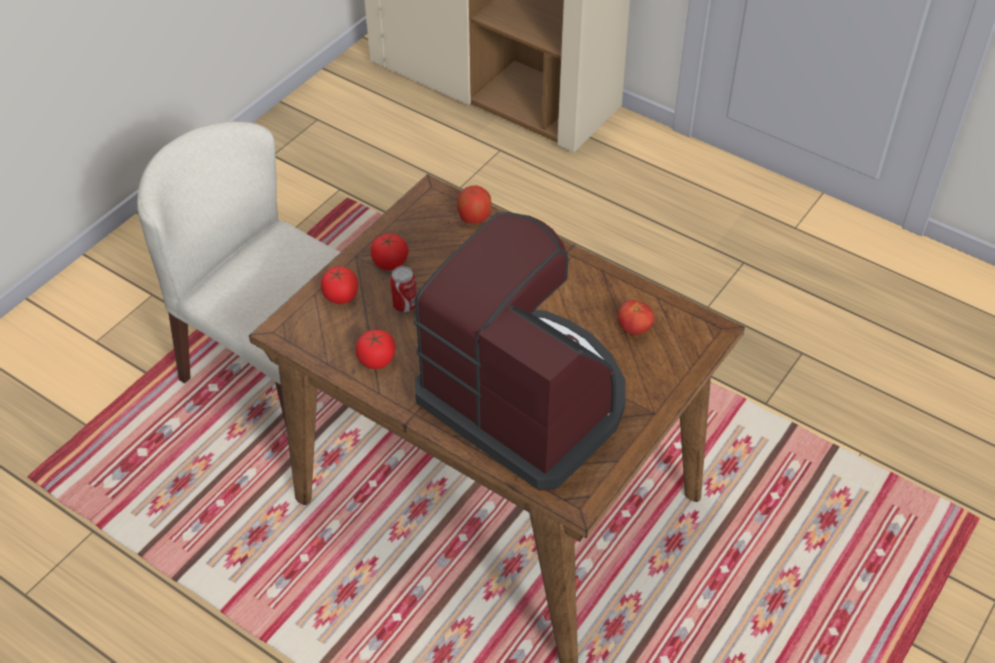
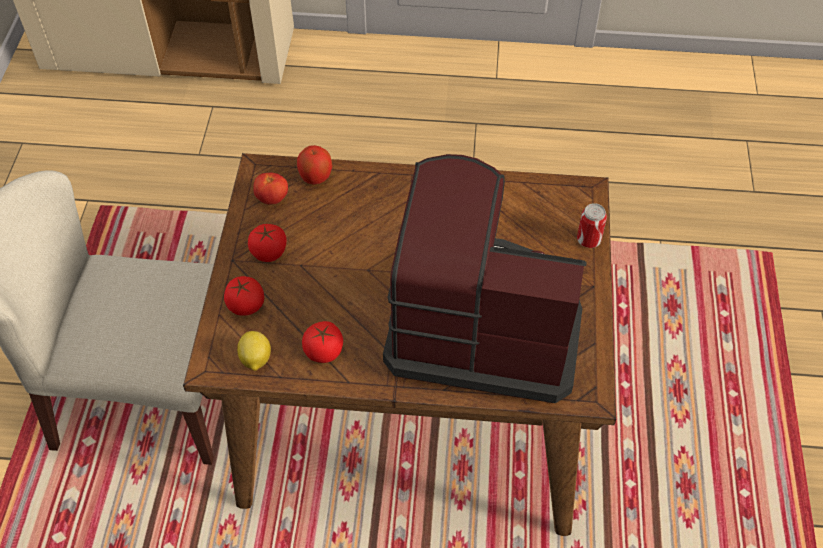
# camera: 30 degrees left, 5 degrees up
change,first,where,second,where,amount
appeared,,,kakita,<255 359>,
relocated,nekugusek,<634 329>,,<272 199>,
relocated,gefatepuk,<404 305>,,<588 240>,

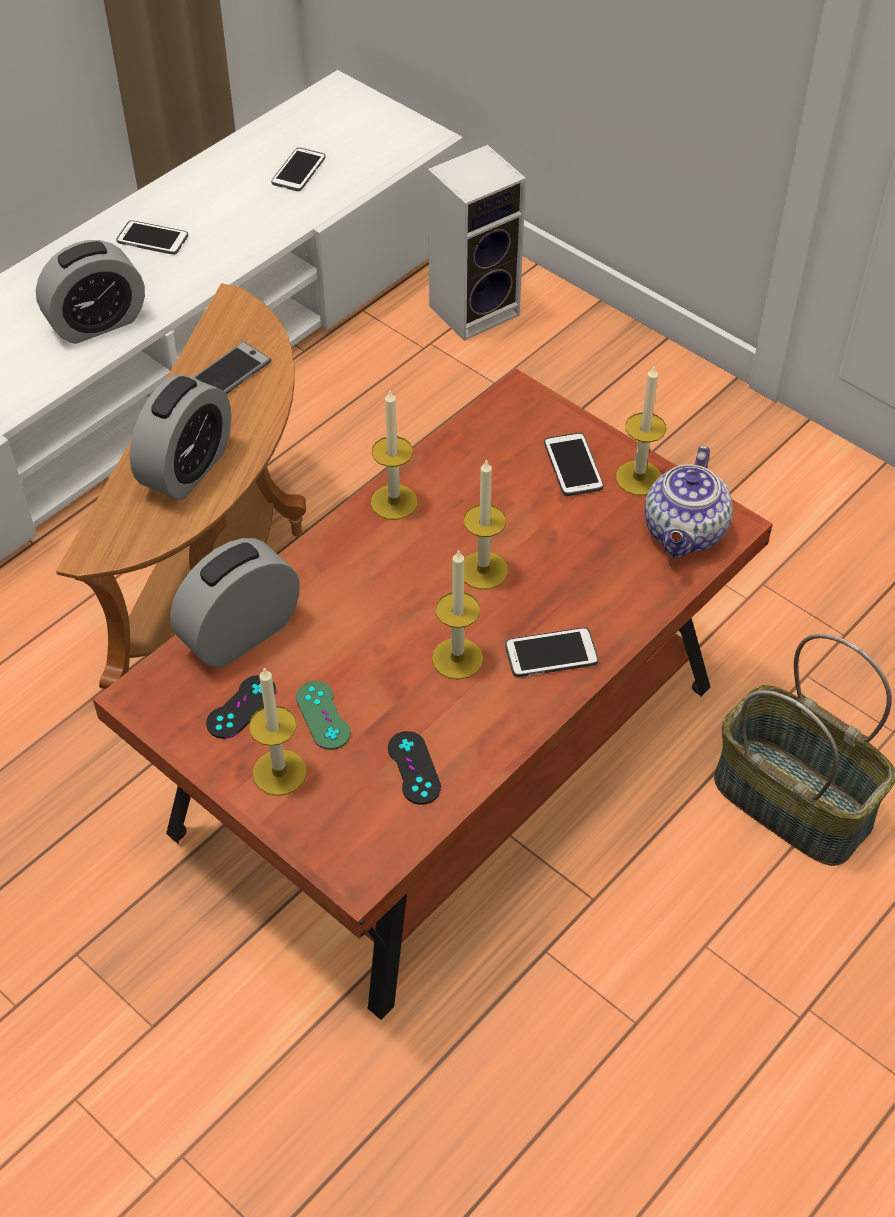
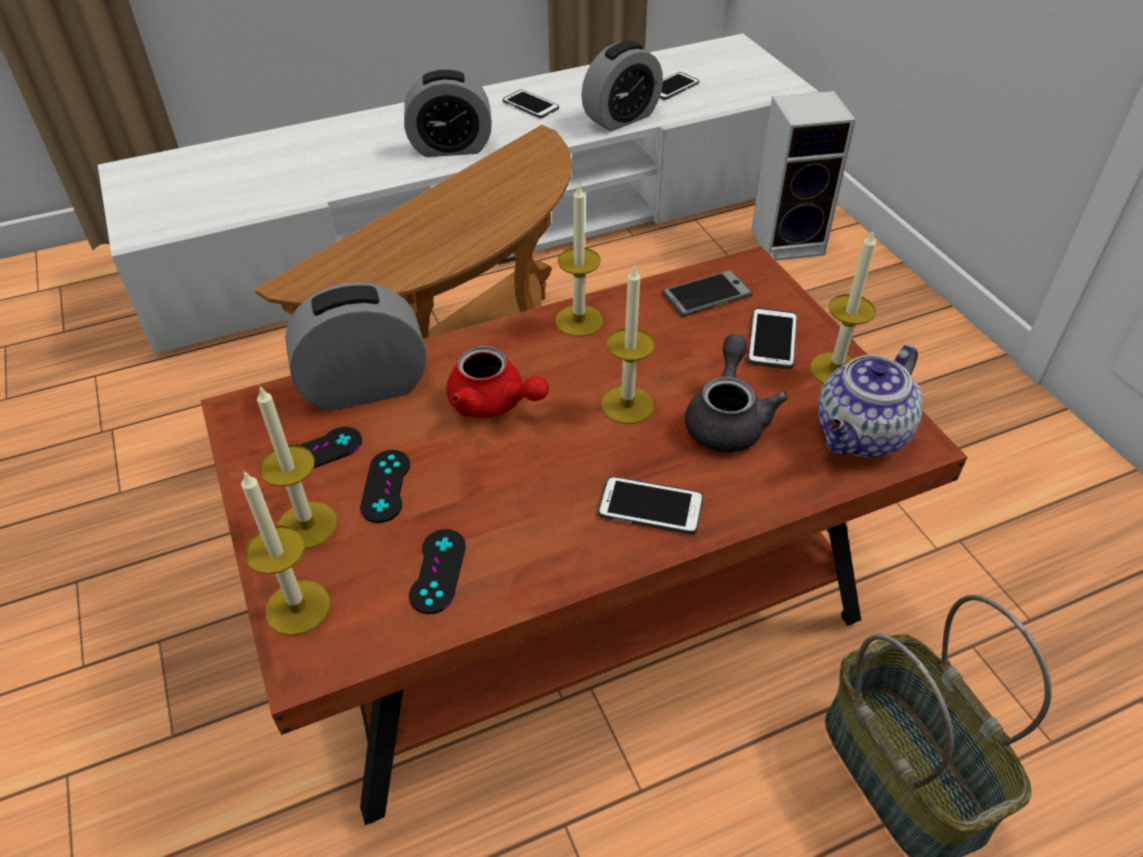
# camera: 25 degrees right, 5 degrees down
change,first,where,second,where,amount
relocated,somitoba,<457 658>,,<298 607>,
colour,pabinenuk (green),<323 715>,pabinenuk (black),<386 486>,
appeared,,,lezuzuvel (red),<494 403>,
relocated,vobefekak,<187 469>,,<621 118>,
relocated,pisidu,<230 372>,,<706 295>,
appeared,,,lezuzuvel (grey),<727 419>,

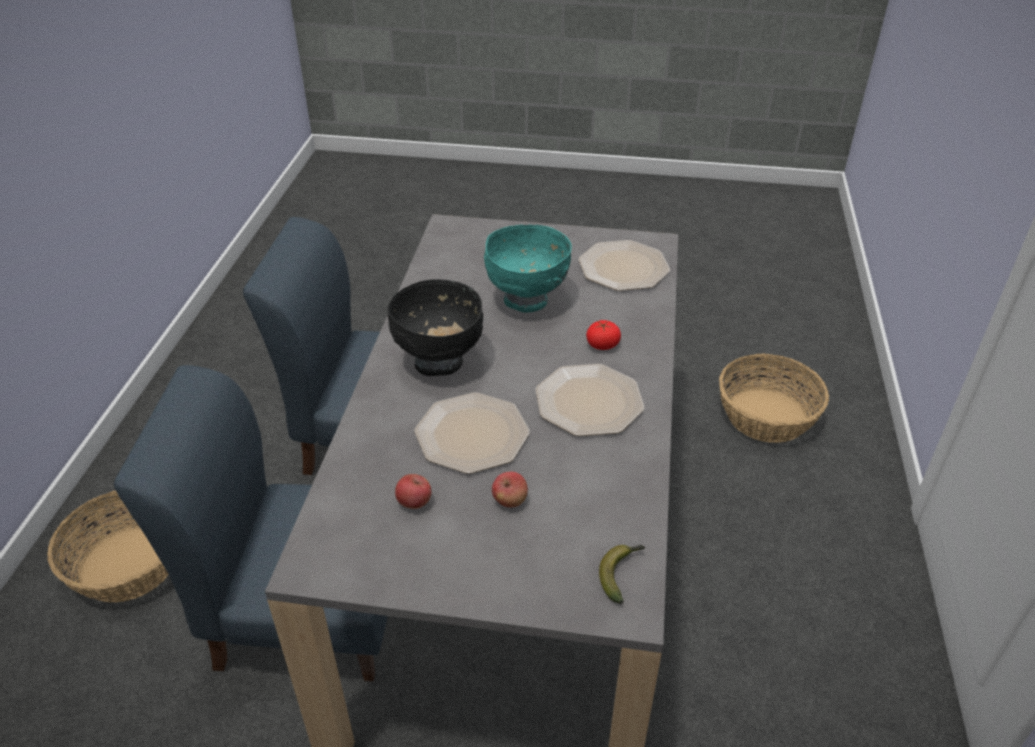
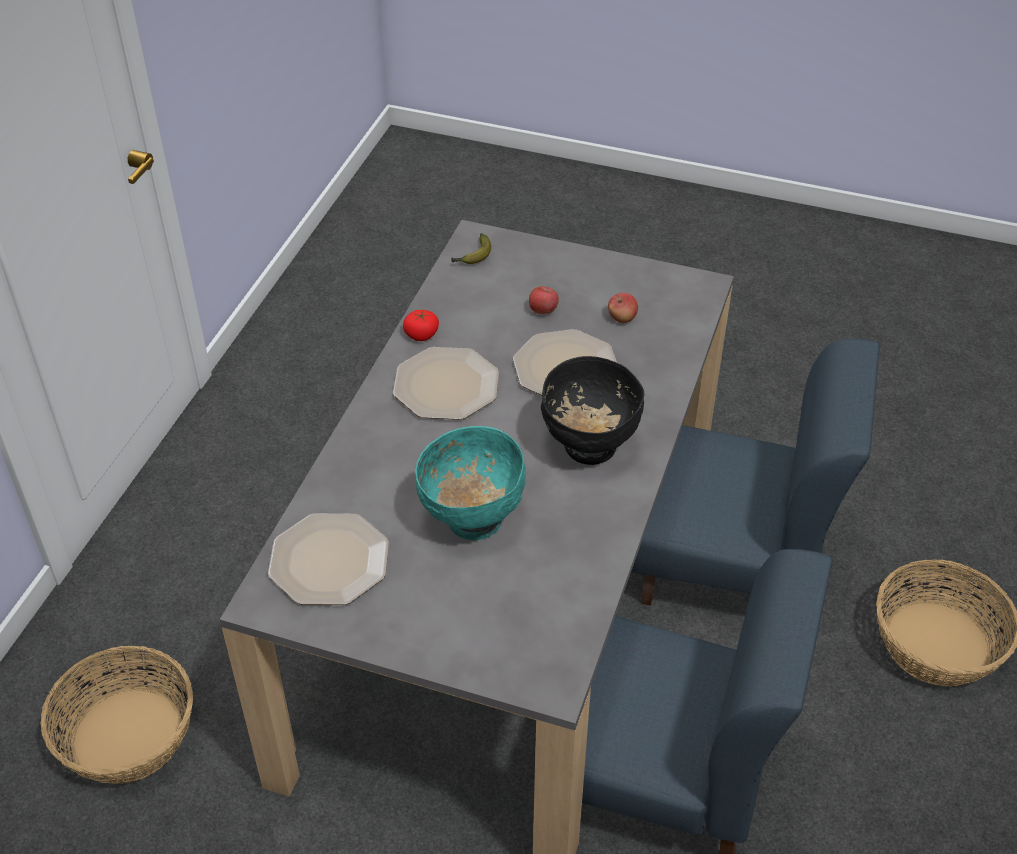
# camera: 170 degrees left, 5 degrees up
change,first,where,second,where,amount
relocated,nekugusek,<602 345>,,<421 334>,

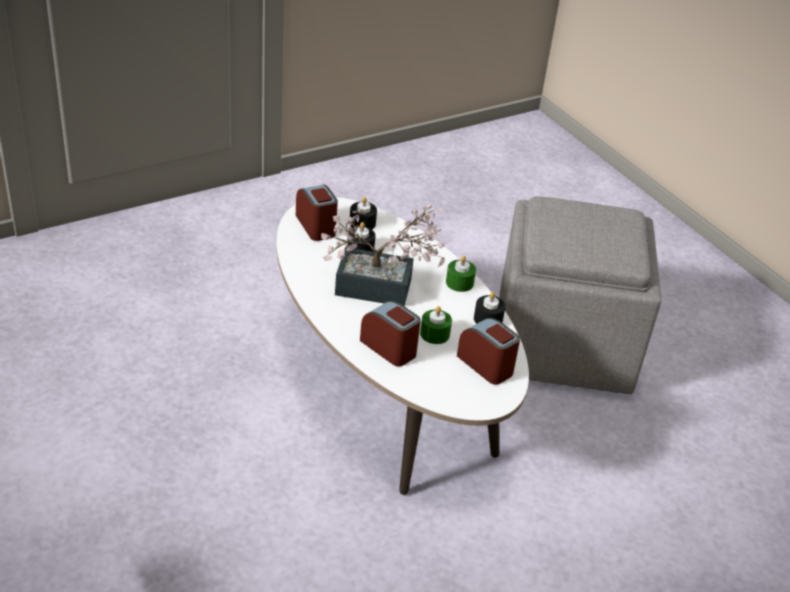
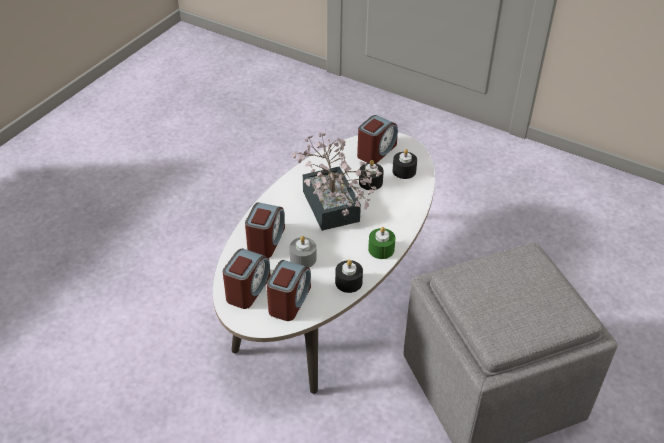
# camera: 65 degrees right, 5 degrees up
change,first,where,second,where,amount
appeared,,,vobefekak,<248 289>,
colour,somitoba (green),<435 334>,somitoba (grey),<303 258>,

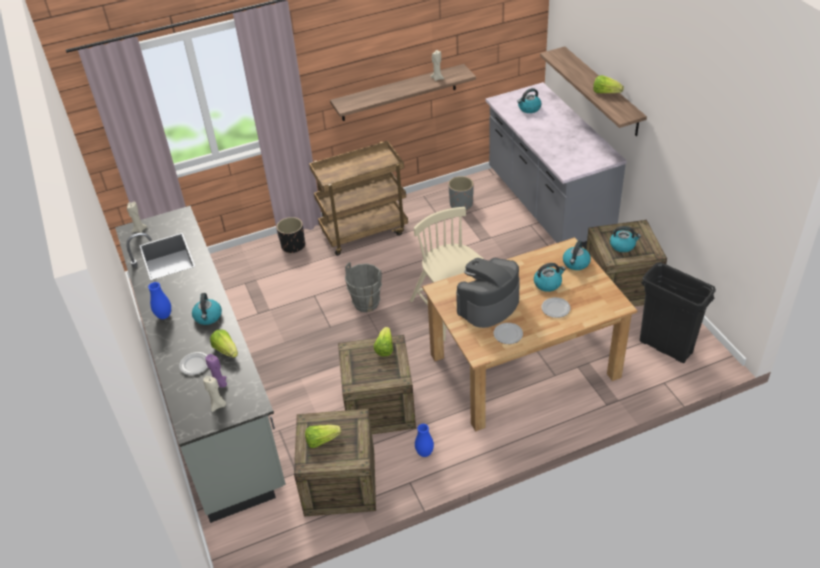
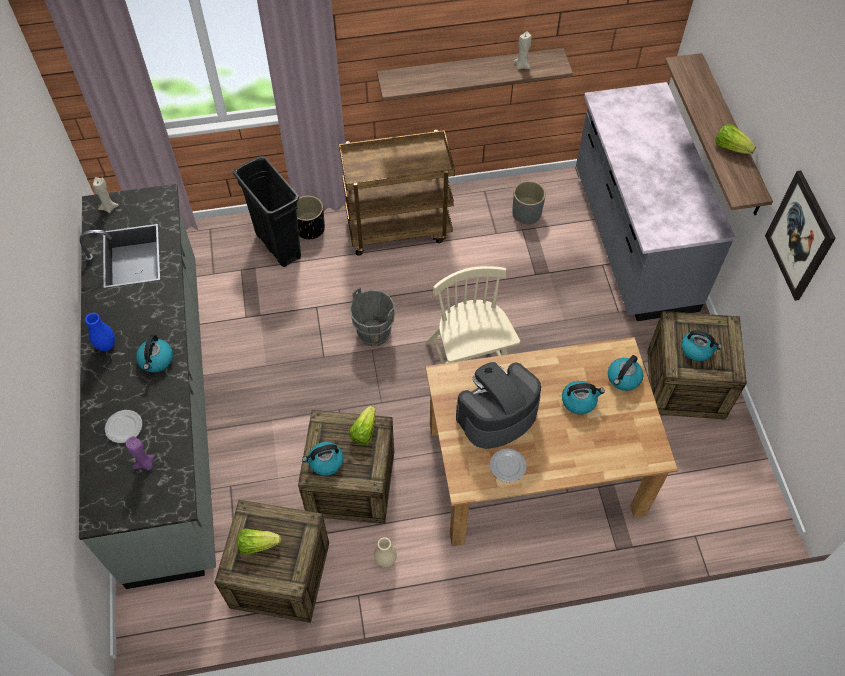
# camera: 10 degrees right, 15 degrees up
change,first,where,second,where,amount
relocated,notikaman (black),<665 347>,,<278 245>,
relocated,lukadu,<529 108>,,<325 462>,
colour,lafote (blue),<424 453>,lafote (beige),<385 560>,
appeared,,,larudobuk,<800 236>,
missing,somitoba (beige),<218 405>,,,
missing,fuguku,<226 350>,,,
missing,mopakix,<555 308>,,,

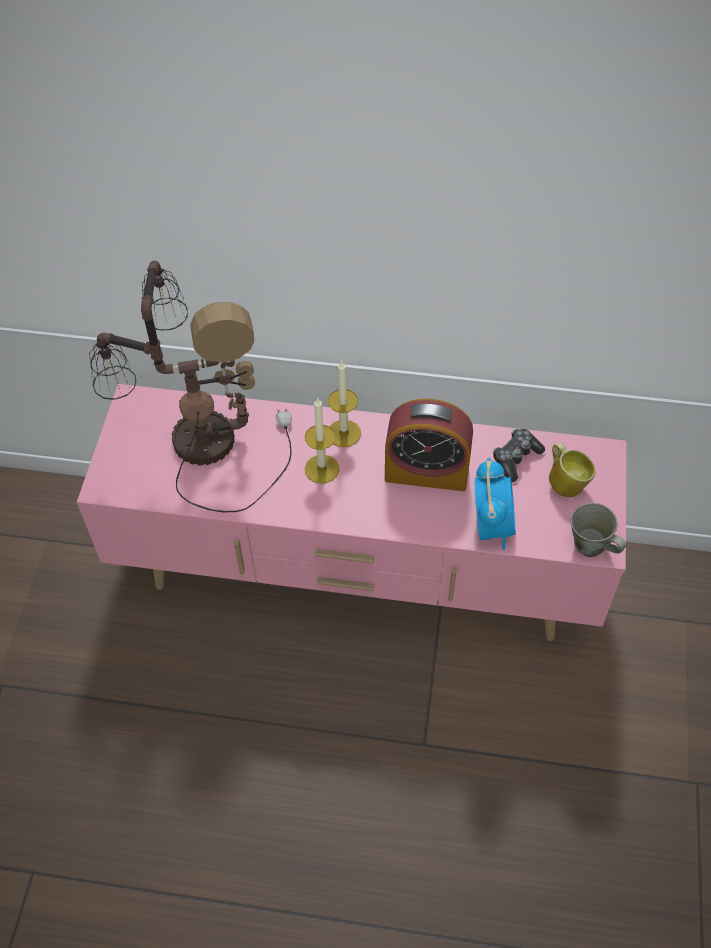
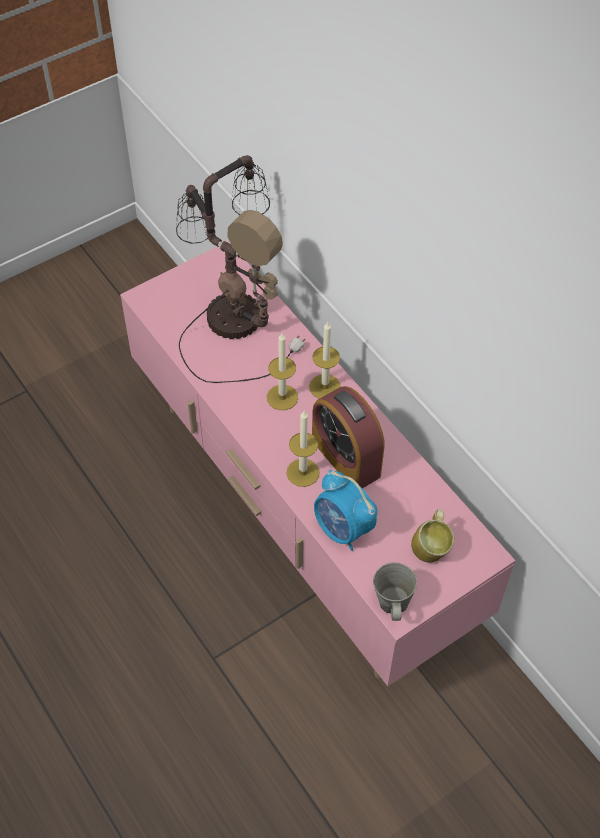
# camera: 45 degrees right, 0 degrees up
change,first,where,second,where,amount
appeared,,,somitoba,<303 472>,
spun,vobefekak,<491 526>,,<343 529>,90 degrees clockwise
missing,pabinenuk,<515 458>,,,

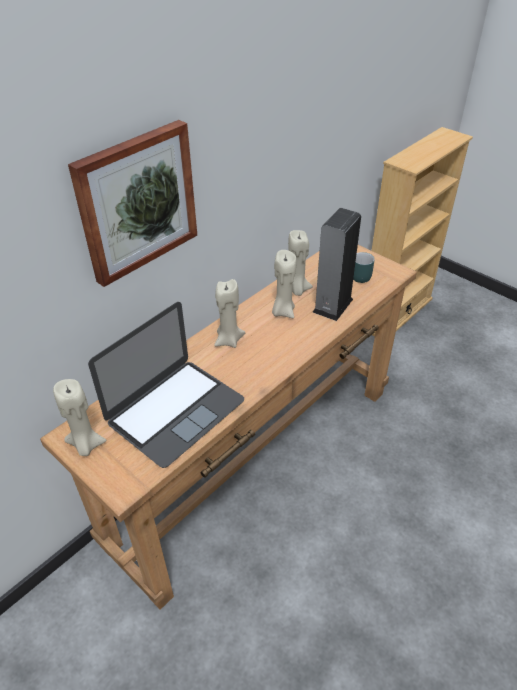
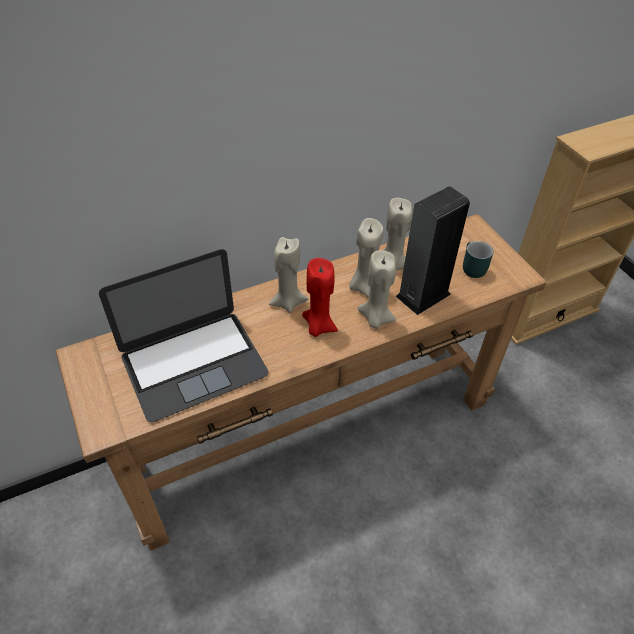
# camera: 20 degrees right, 5 degrees up
change,first,where,second,where,amount
appeared,,,somitoba (red),<318 327>,
relocated,somitoba (beige),<86 445>,,<375 318>,
missing,larudobuk,<136 202>,,,

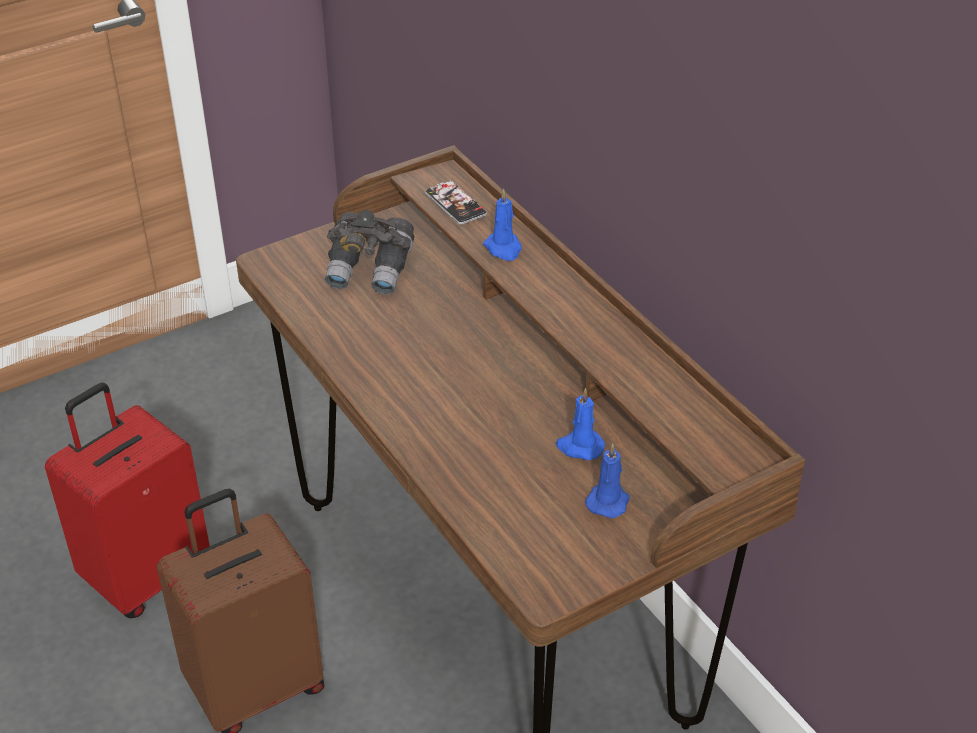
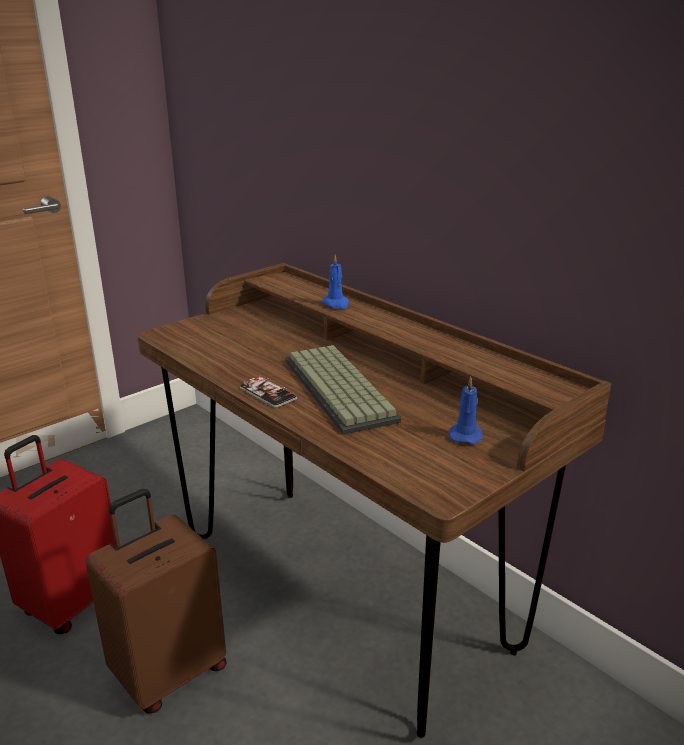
# camera: 10 degrees left, 15 degrees down
change,first,where,second,where,amount
relocated,pisidu,<455 204>,,<268 393>,
appeared,,,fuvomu,<342 390>,
missing,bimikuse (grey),<371 270>,,,
missing,somitoba (blue),<579 447>,,,

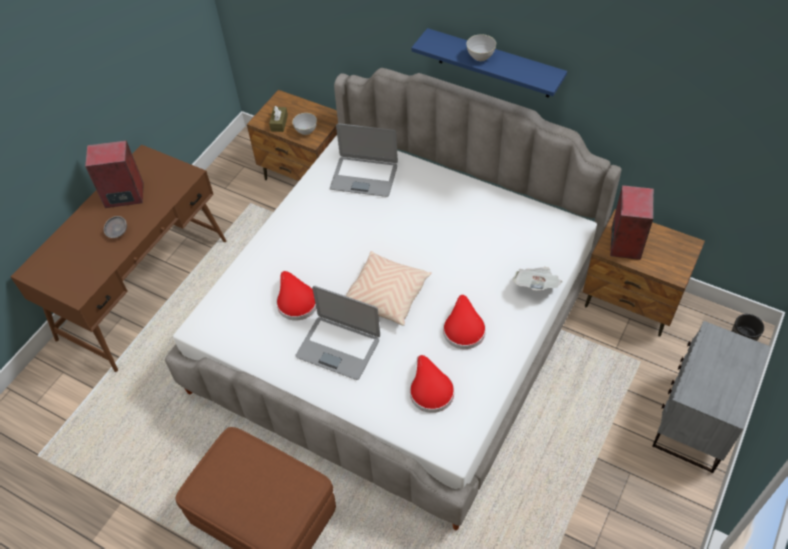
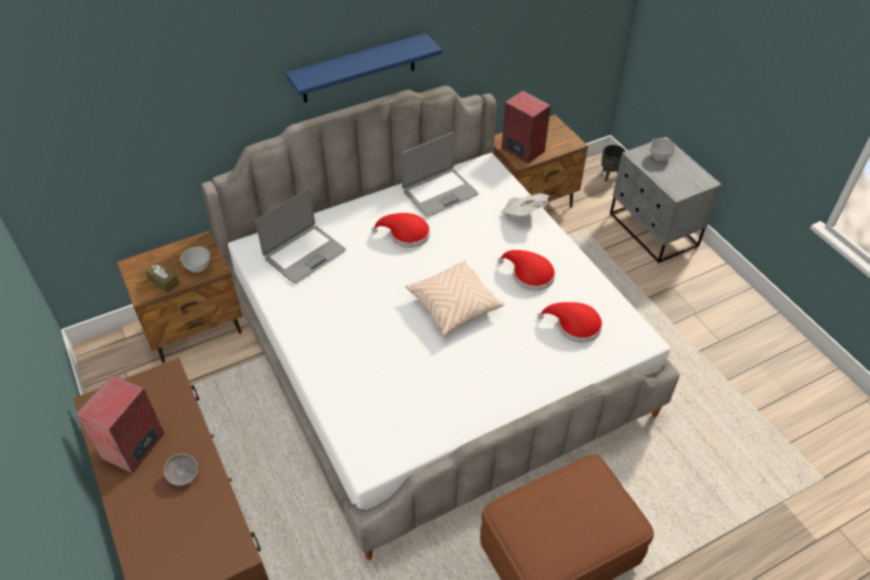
# camera: 60 degrees left, 5 degrees down
change,first,where,second,where,amount
relocated,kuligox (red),<295 301>,,<406 235>,
relocated,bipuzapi,<338 347>,,<439 193>,
relocated,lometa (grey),<480 57>,,<660 157>,

